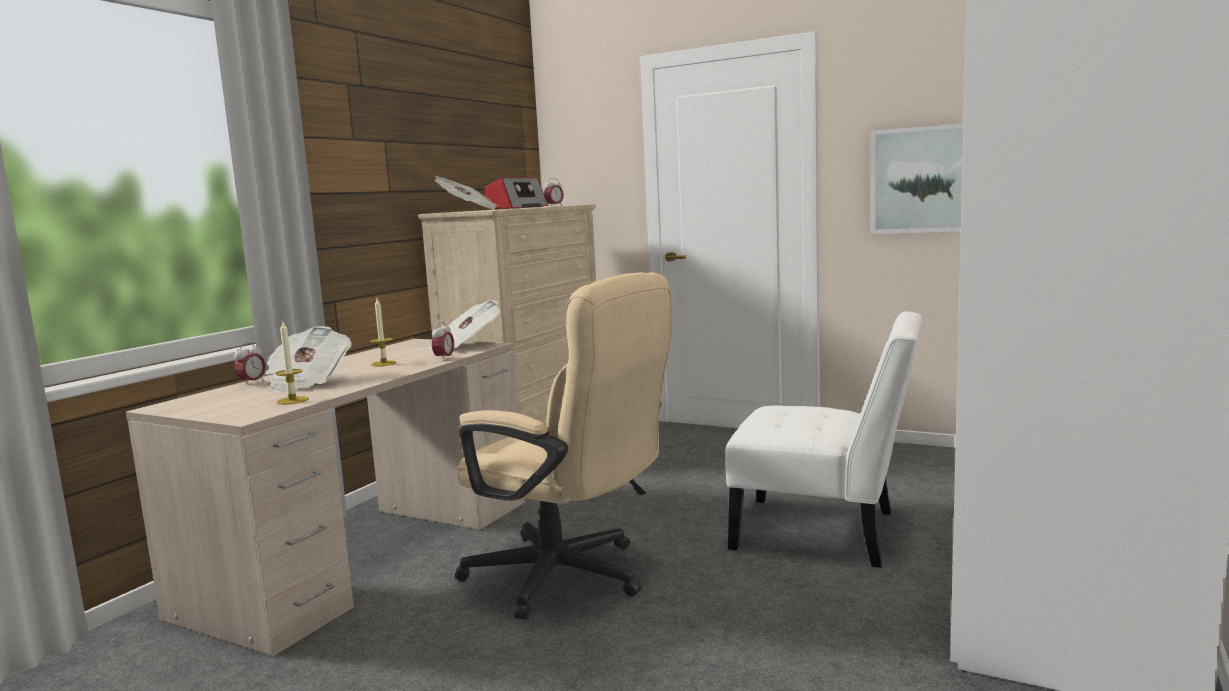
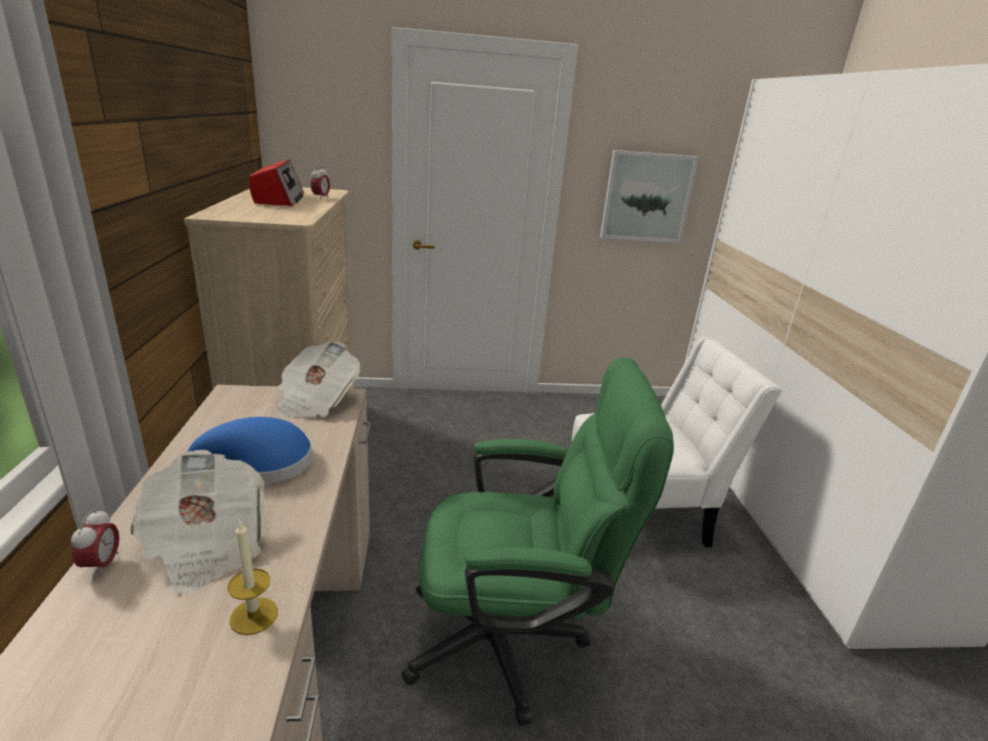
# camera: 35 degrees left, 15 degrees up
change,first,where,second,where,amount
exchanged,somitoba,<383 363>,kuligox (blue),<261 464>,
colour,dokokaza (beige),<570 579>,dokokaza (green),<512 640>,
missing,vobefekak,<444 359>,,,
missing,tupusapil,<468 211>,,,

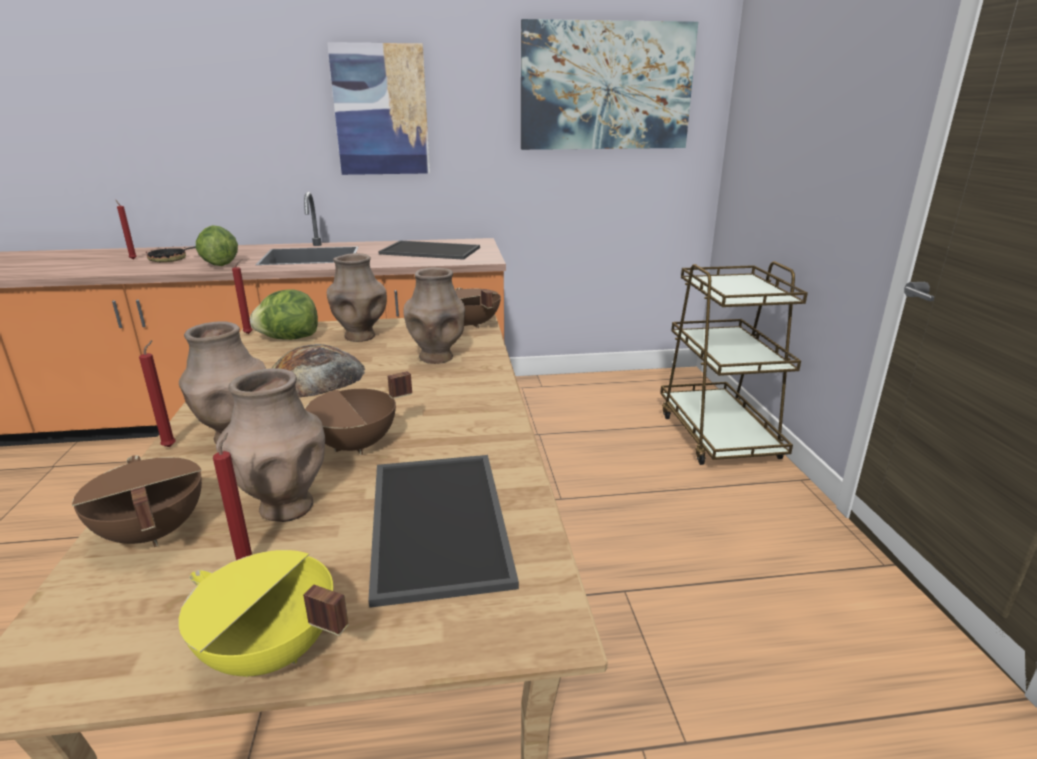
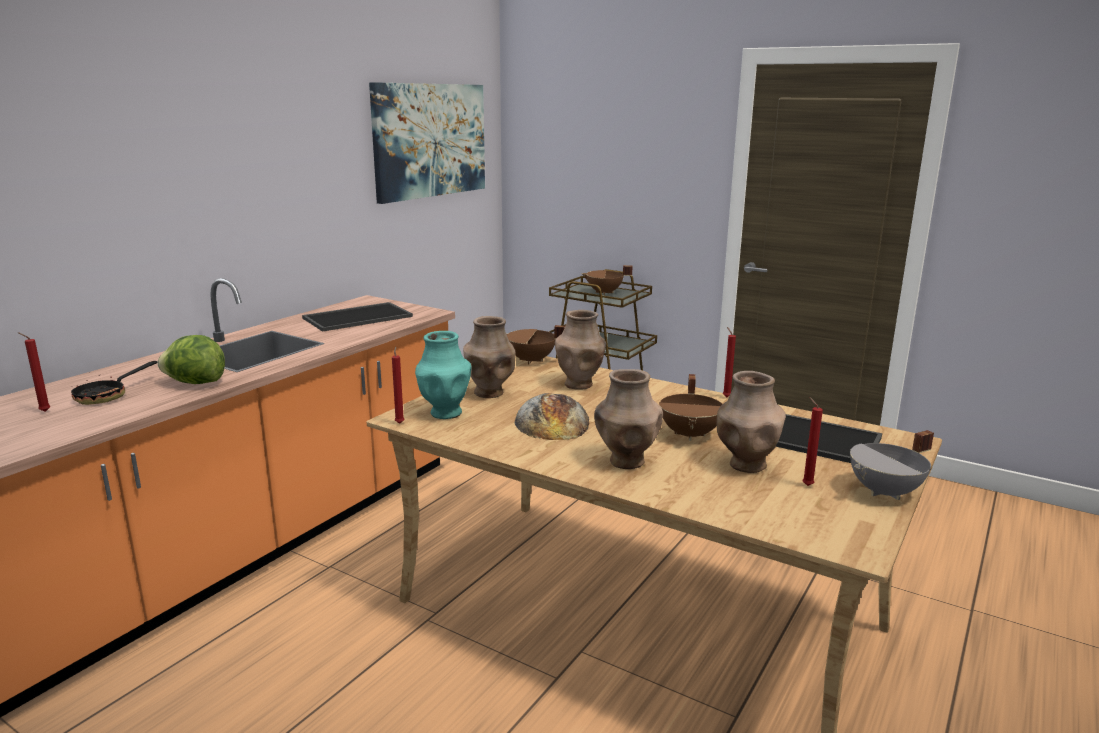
# camera: 50 degrees left, 5 degrees down
change,first,where,second,where,amount
exchanged,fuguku,<289 339>,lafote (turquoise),<445 413>,
relocated,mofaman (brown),<150 534>,,<604 293>,
relocated,somitoba (red),<171 446>,,<725 396>,
colour,mofaman (yellow),<269 654>,mofaman (grey),<886 492>,
missing,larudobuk,<381 110>,,,

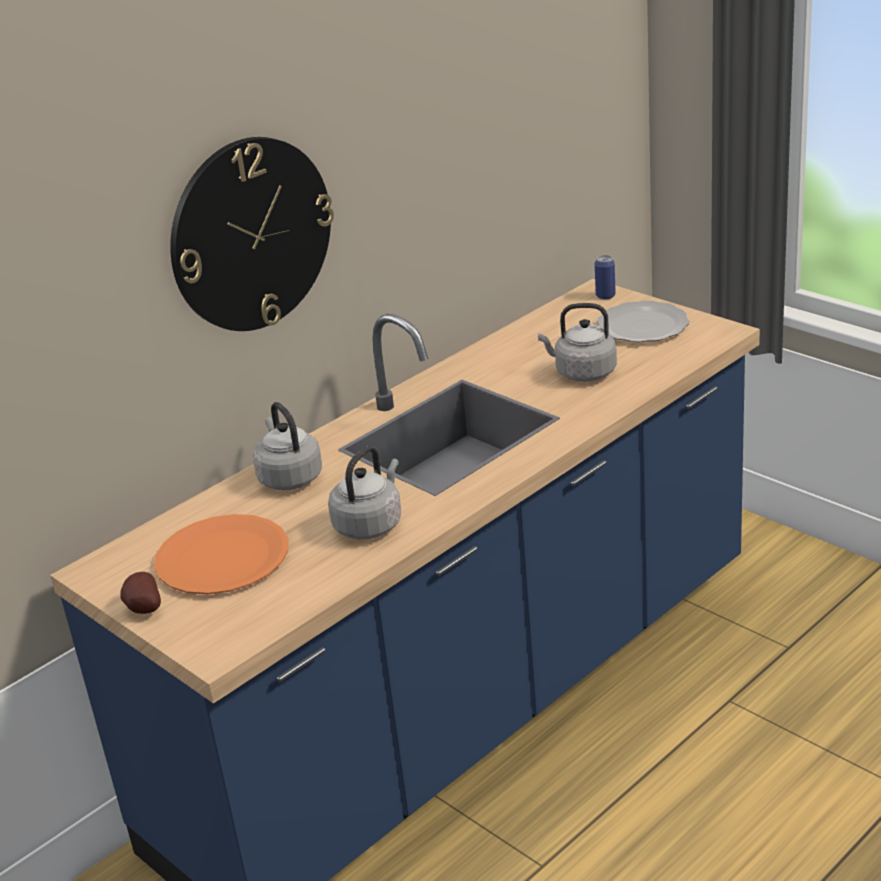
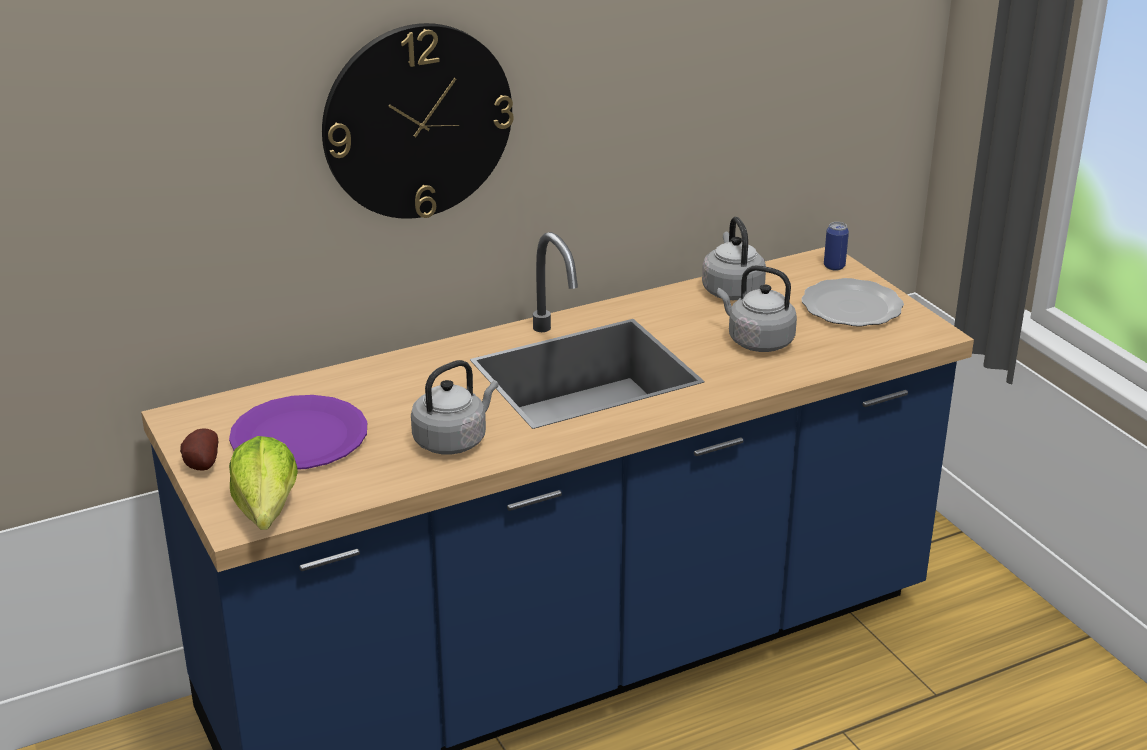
# camera: 15 degrees right, 0 degrees up
change,first,where,second,where,amount
colour,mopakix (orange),<222 558>,mopakix (purple),<299 437>,
appeared,,,fuguku,<264 518>,
relocated,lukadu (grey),<289 477>,,<731 290>,

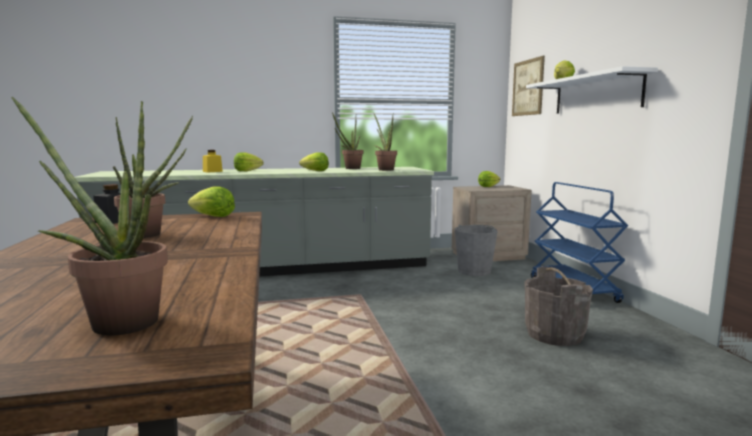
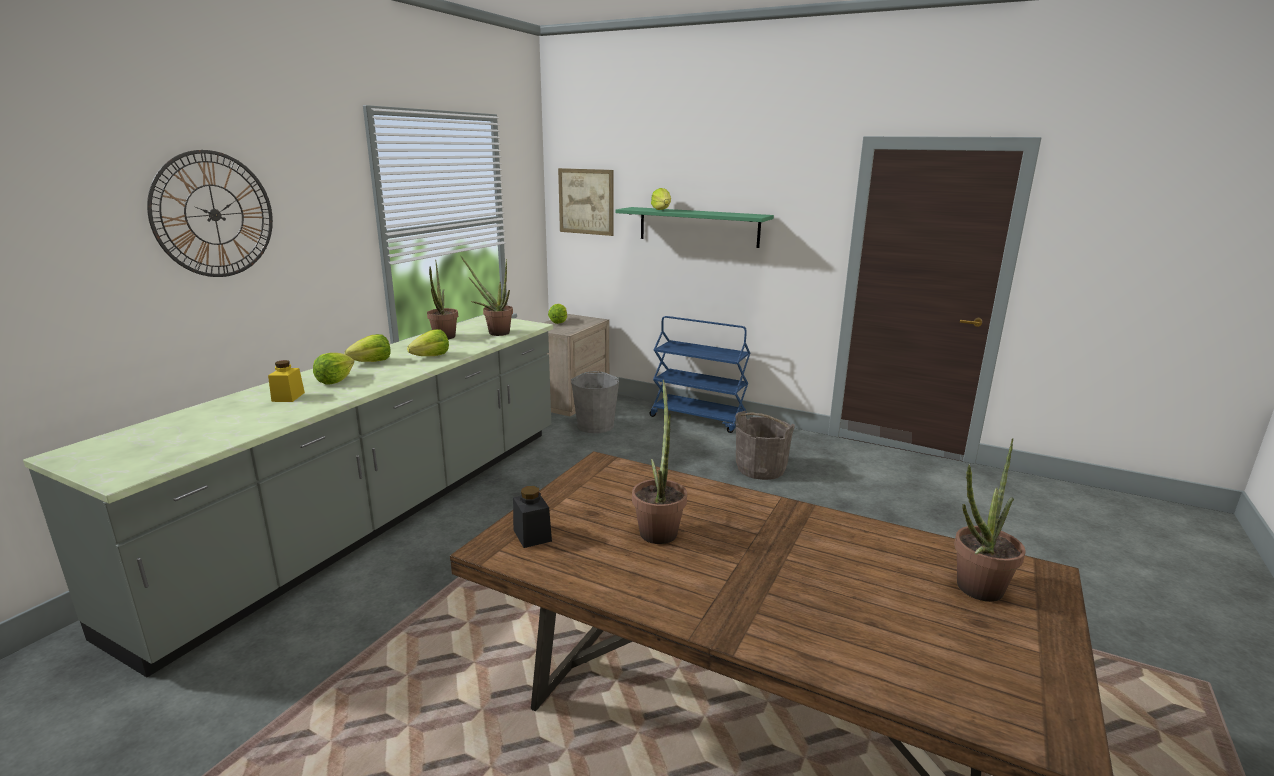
# camera: 50 degrees left, 10 degrees up
change,first,where,second,where,amount
appeared,,,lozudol,<214 215>,
relocated,fuguku,<213 216>,,<372 362>,
colour,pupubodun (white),<596 94>,pupubodun (green),<698 227>,

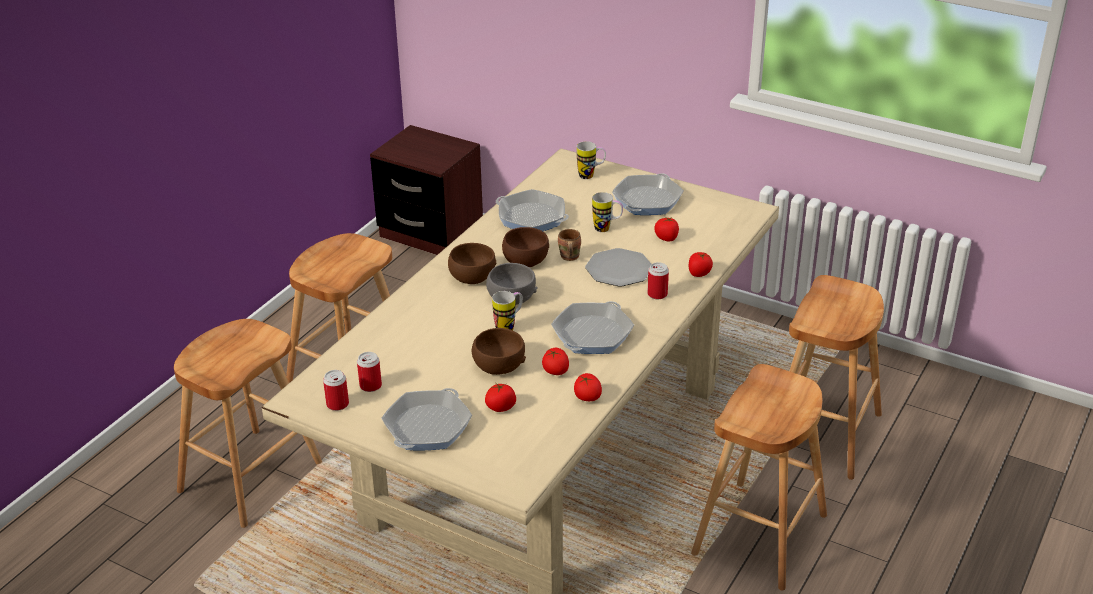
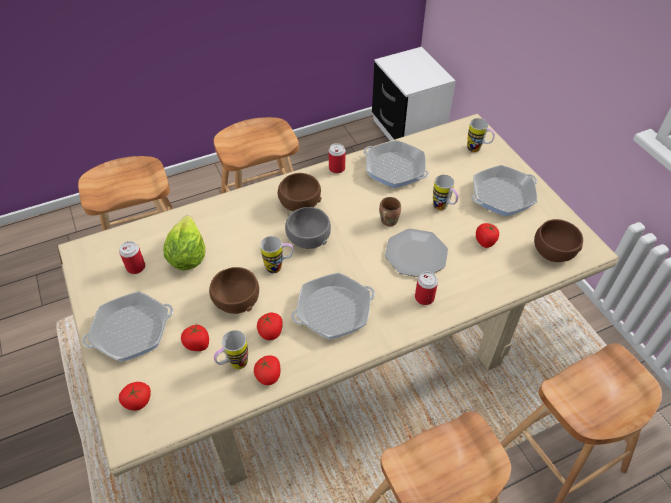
# camera: 35 degrees right, 15 degrees up
change,first,where,second,where,amount
relocated,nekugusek,<699 273>,,<137 402>,
appeared,,,fuguku,<187 256>,
appeared,,,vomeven,<234 365>,
relocated,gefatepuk,<337 404>,,<337 168>,
spun,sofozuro,<532 217>,,<395 169>,150 degrees clockwise
colour,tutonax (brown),<431 232>,tutonax (white),<407 131>,
relocated,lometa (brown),<525 260>,,<553 251>,

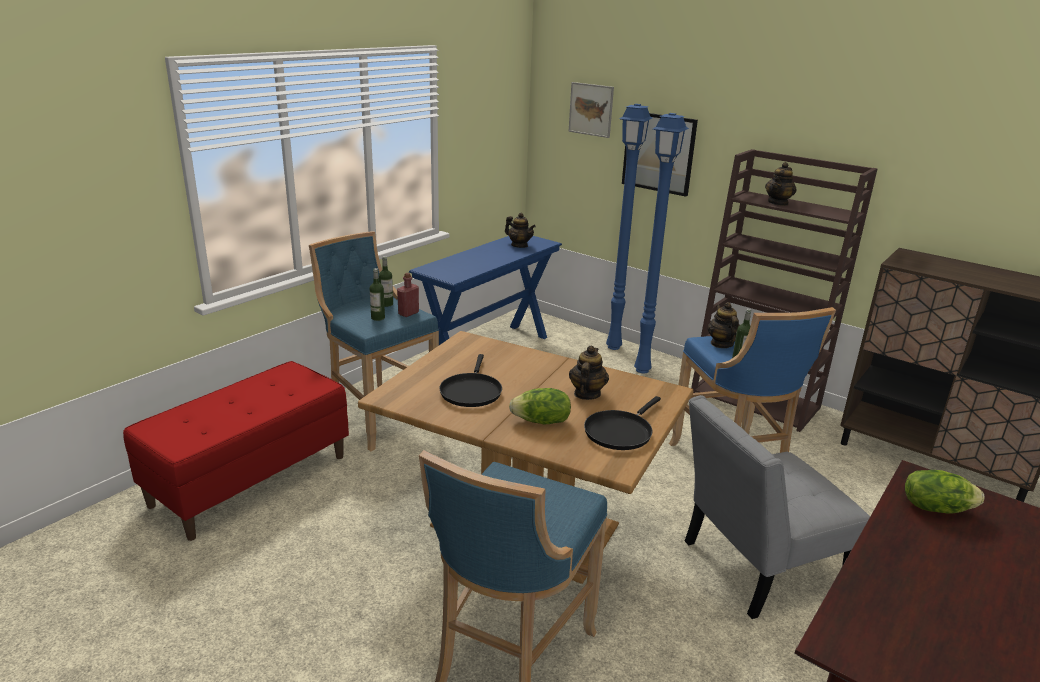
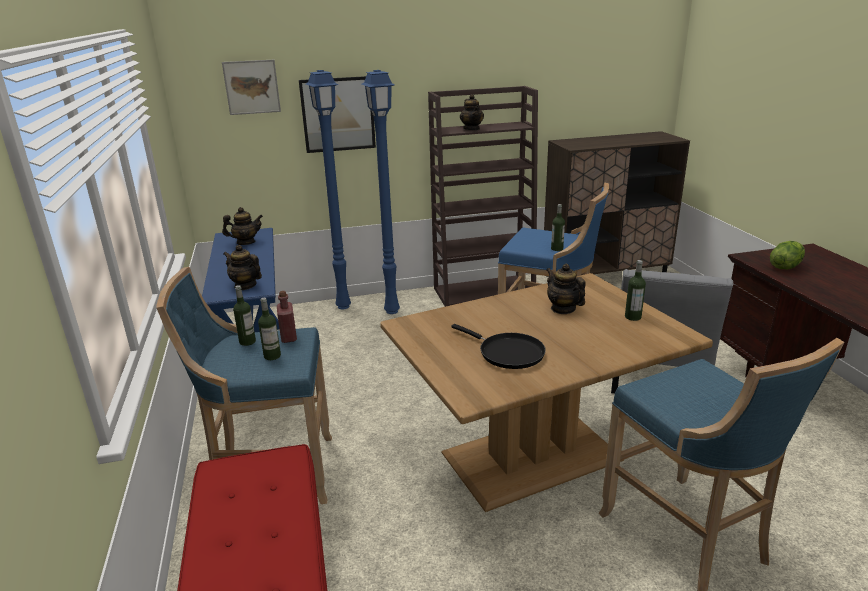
# camera: 50 degrees left, 0 degrees up
change,first,where,second,where,amount
relocated,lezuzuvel,<721 344>,,<245 285>,
exchanged,sofozuro (black),<620 432>,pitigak,<633 317>,
missing,fuguku,<541 421>,,,

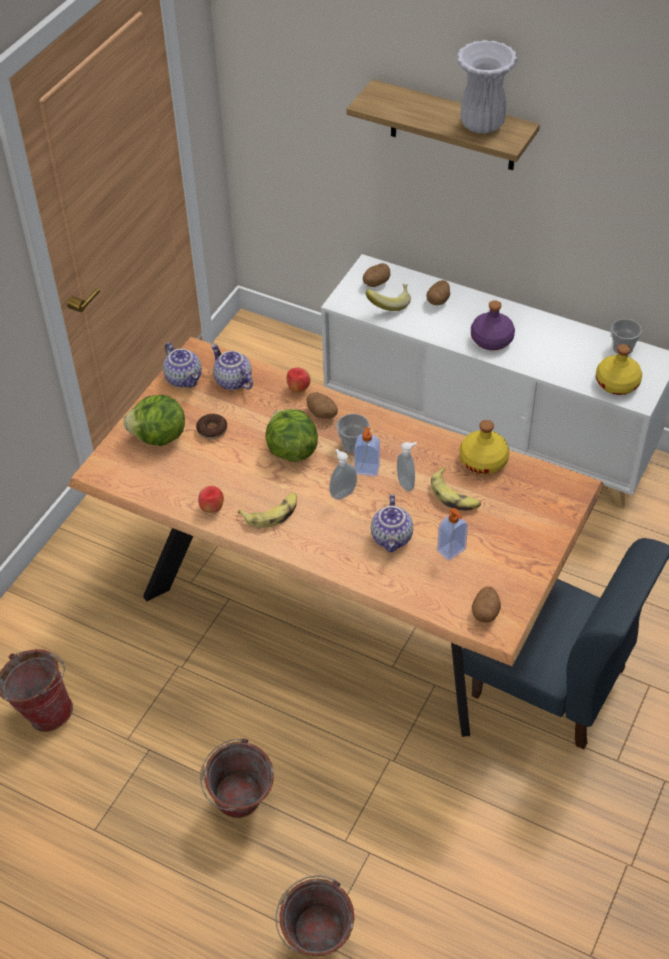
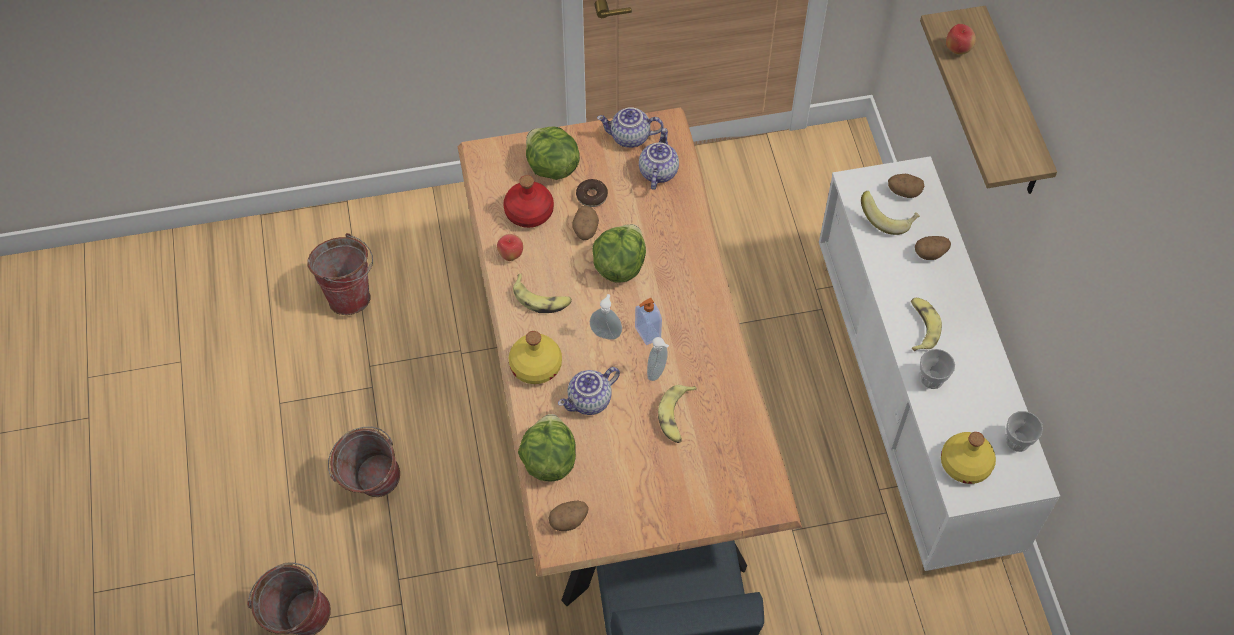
# camera: 50 degrees right, 10 degrees up
change,first,where,second,where,amount
appeared,,,pitigak (red),<529 211>,
relocated,pitigak (yellow),<483 460>,,<536 365>,
appeared,,,fuguku,<548 460>,
relocated,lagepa,<322 414>,,<585 230>,
spun,lezuzuvel,<185 378>,,<629 138>,75 degrees clockwise
exchanged,pitigak (purple),<491 339>,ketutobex,<921 327>,
relocated,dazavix,<353 445>,,<932 379>,
relocated,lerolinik,<298 389>,,<957 50>,
missing,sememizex,<452 551>,,,
missing,lafote (white),<482 124>,,,

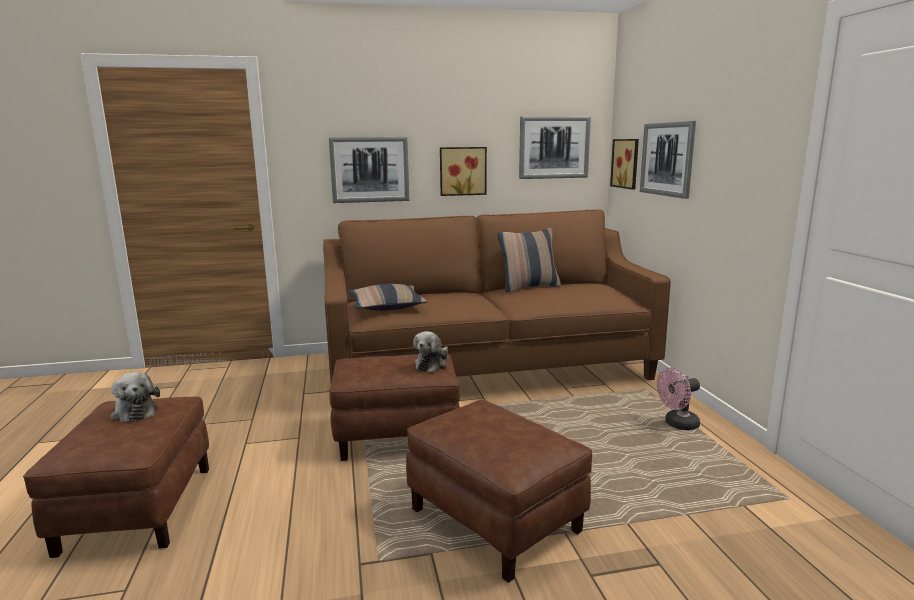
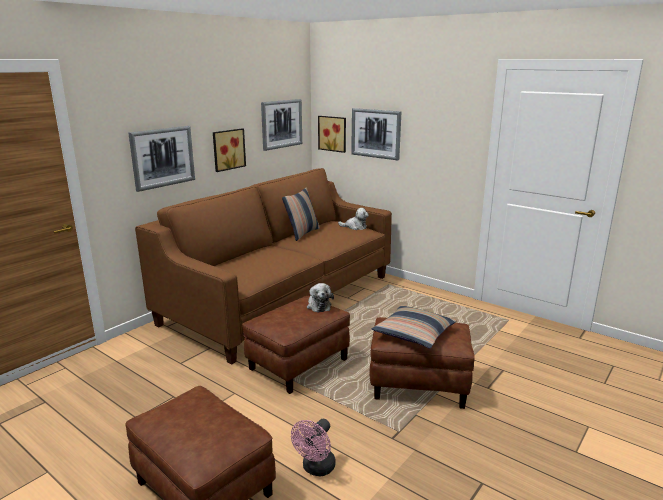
# camera: 40 degrees left, 5 degrees up
change,first,where,second,where,amount
relocated,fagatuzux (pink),<677 425>,,<316 469>,
relocated,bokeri,<135 411>,,<355 227>,
relocated,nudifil,<386 306>,,<414 333>,

